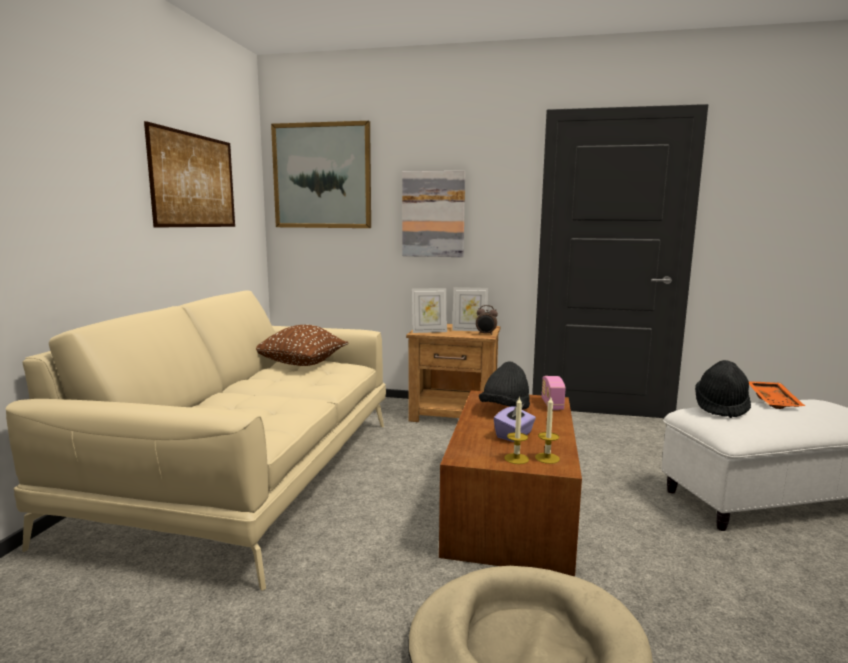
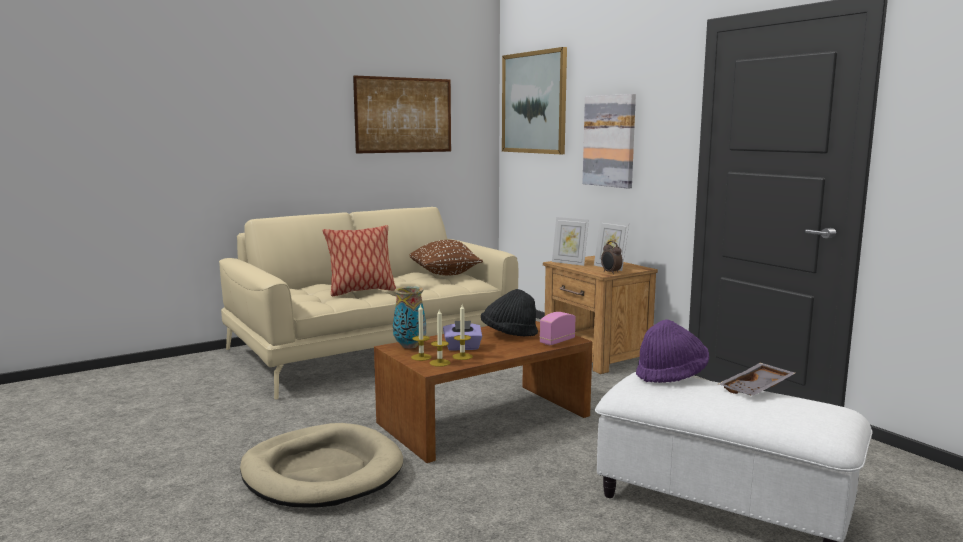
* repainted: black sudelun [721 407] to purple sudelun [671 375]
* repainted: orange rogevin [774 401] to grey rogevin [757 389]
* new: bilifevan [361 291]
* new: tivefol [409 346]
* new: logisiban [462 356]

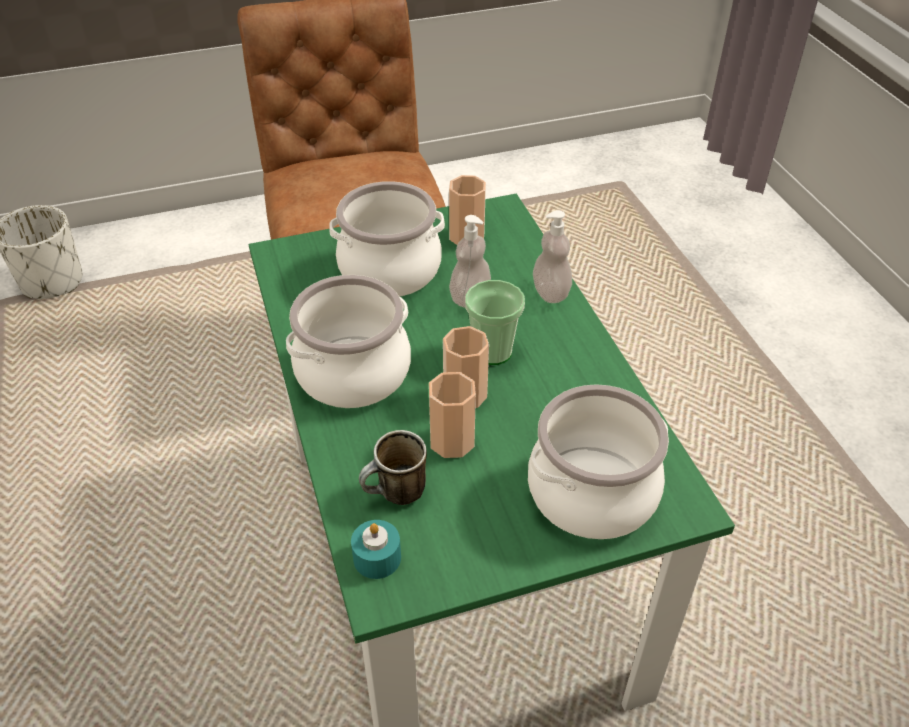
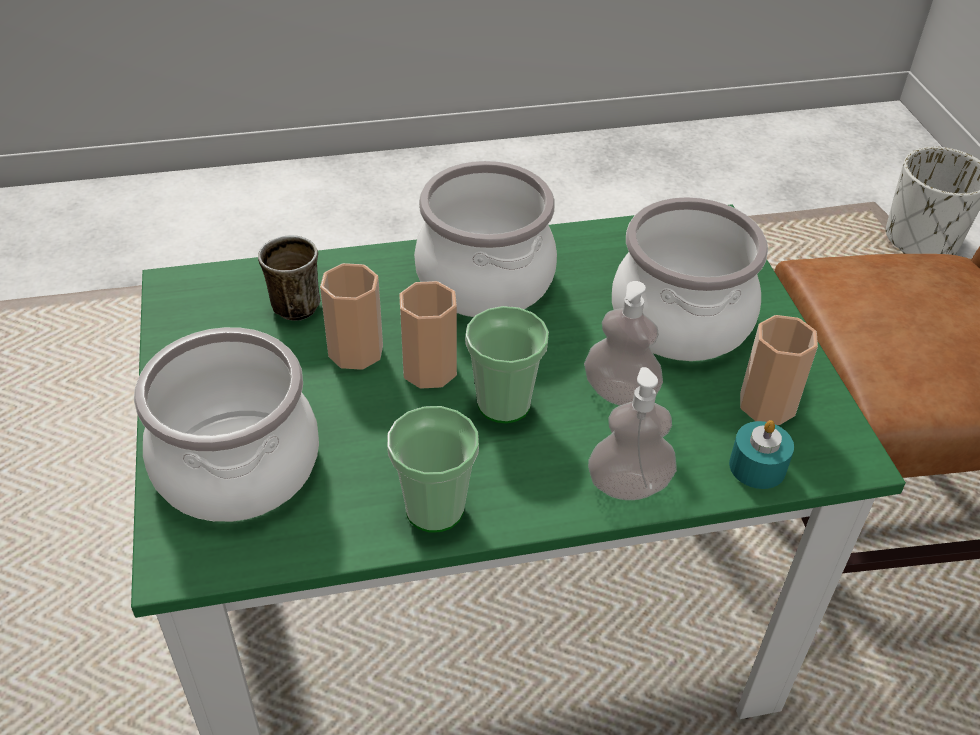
* shifted: turquoise logisiban [377 558] to [757 467]
* new: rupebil [434 509]

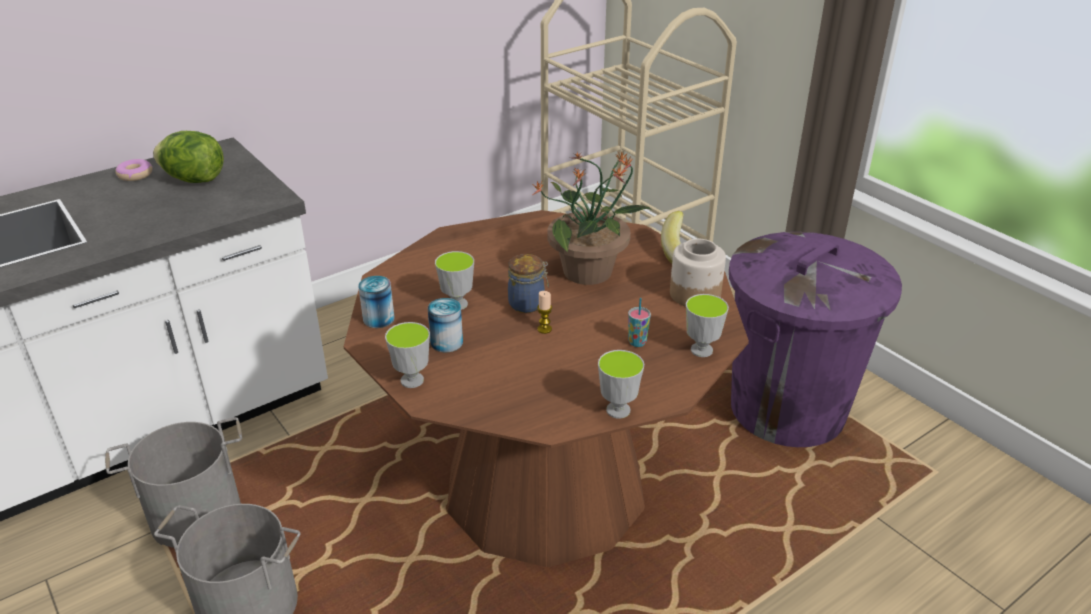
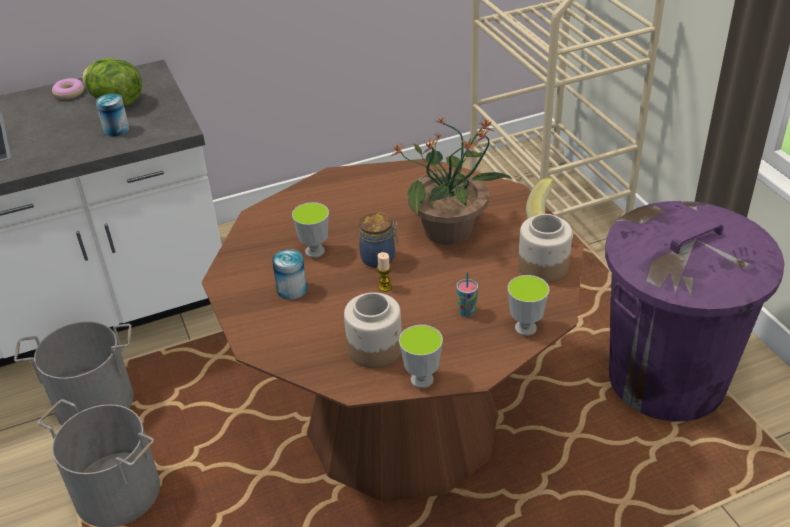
* shifted: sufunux [378 319] to [116 129]
* gone: rupebil [412 380]
* new: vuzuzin [375 349]

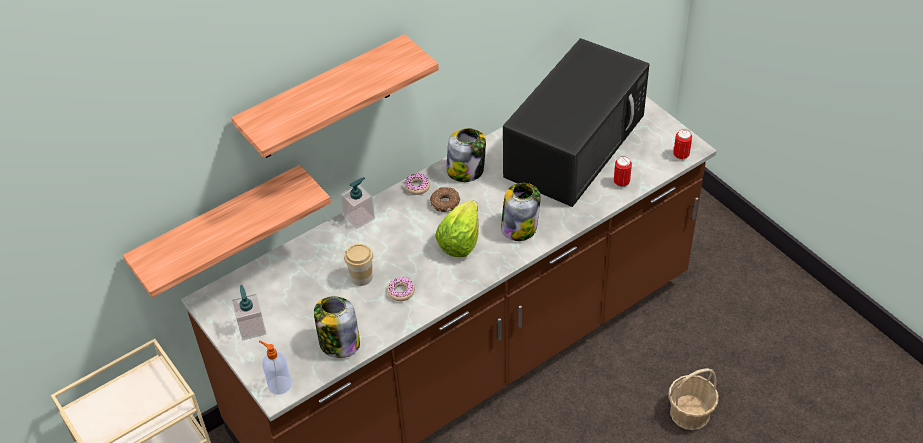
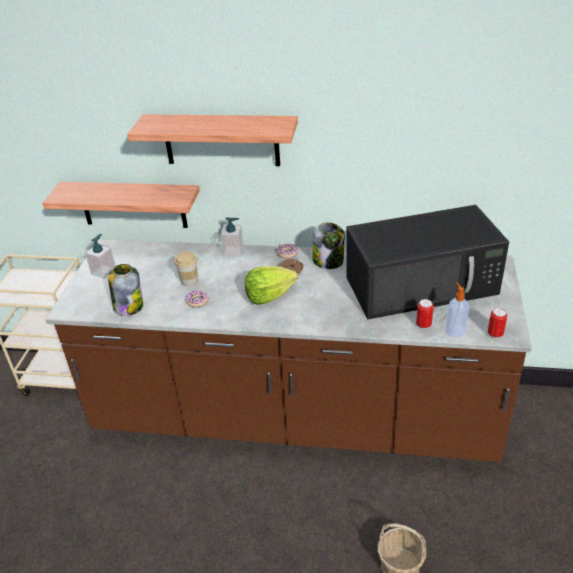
* gone: vuzuzin [519 227]
* shifted: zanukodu [279 384] to [455 330]

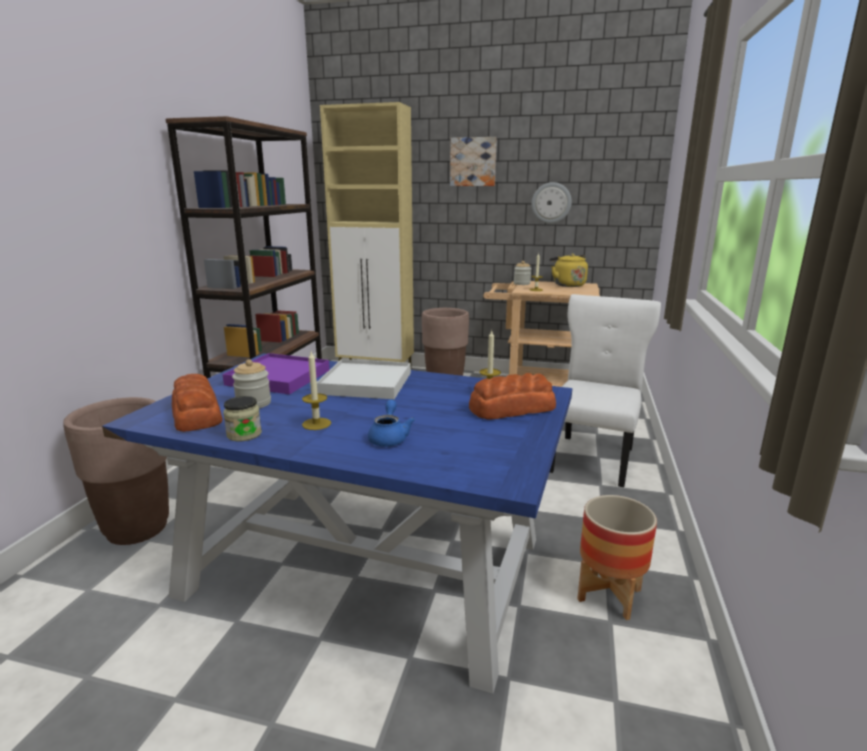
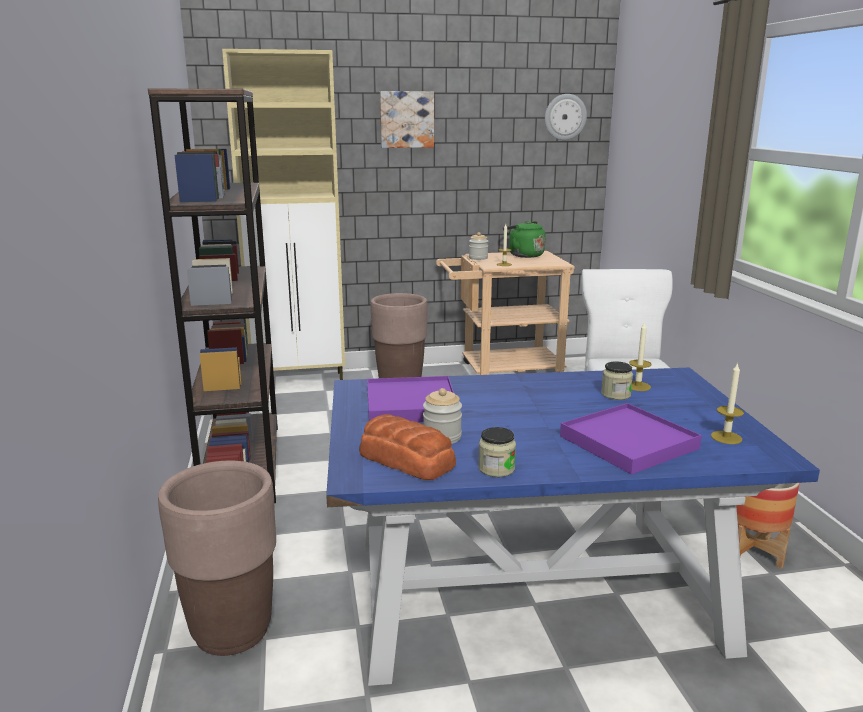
* shifted: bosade [551 203] to [565 117]
* repainted: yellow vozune [567 285] to green vozune [523 255]
* shifted: logisiban [316 424] to [726 437]
* gone: white rogevin [365 383]
* gone: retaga [510 408]
* swapped: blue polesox [389 437] to purple rogevin [628 442]
* new: vuzuzin [616 394]

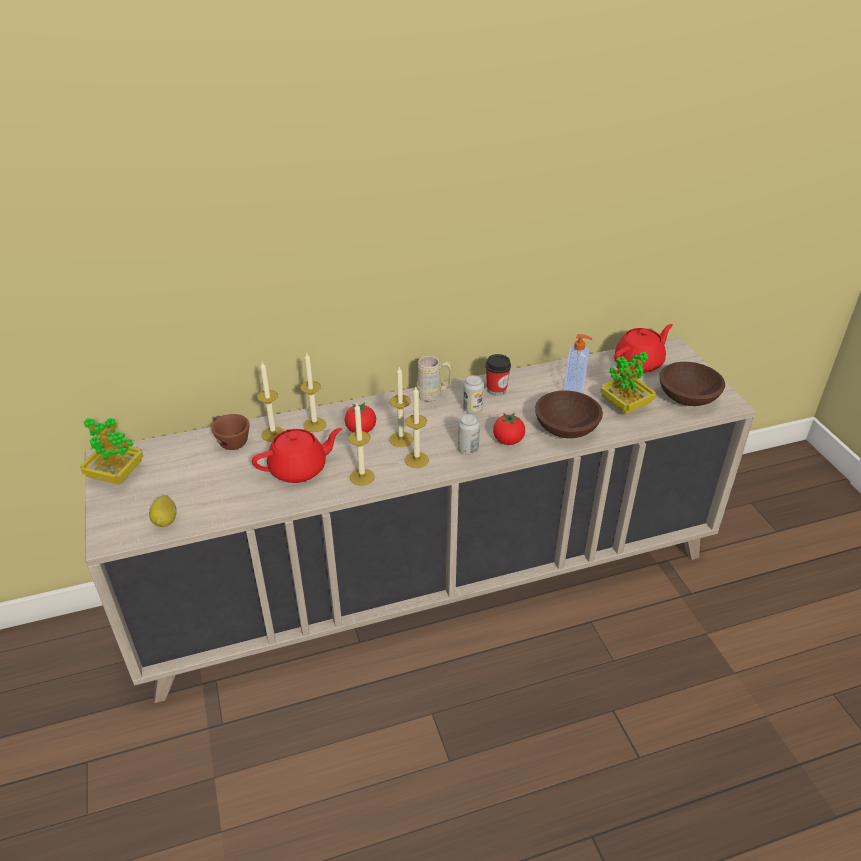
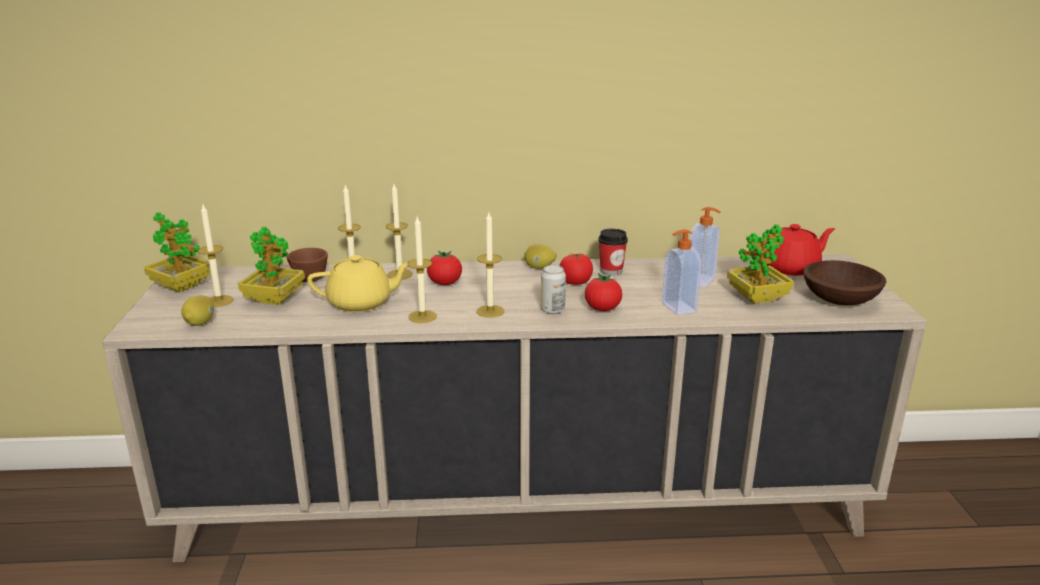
* swapped: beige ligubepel [434 395] to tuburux [539 268]
* shifted: logisiban [401 439] to [219 301]
* swapped: sufunux [472 409] to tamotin [575 282]
* swapped: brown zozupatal [567 428] to zanukodu [677 307]
* repainted: red polesox [299 469] to yellow polesox [361 303]
* new: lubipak [274 299]

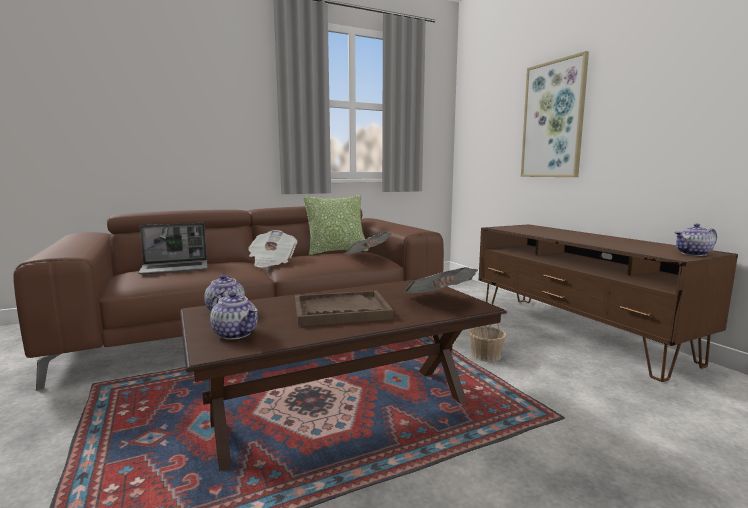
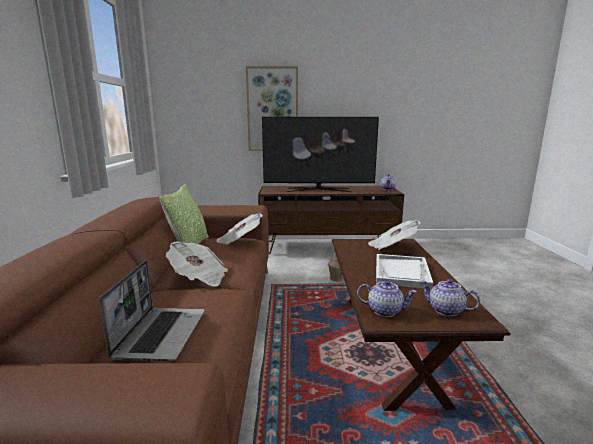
* repainted: brown rogevin [341 311] to white rogevin [402 272]
* rotated: polesox [236 334] = [445 310] 120 degrees counterclockwise
* new: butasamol [318 190]

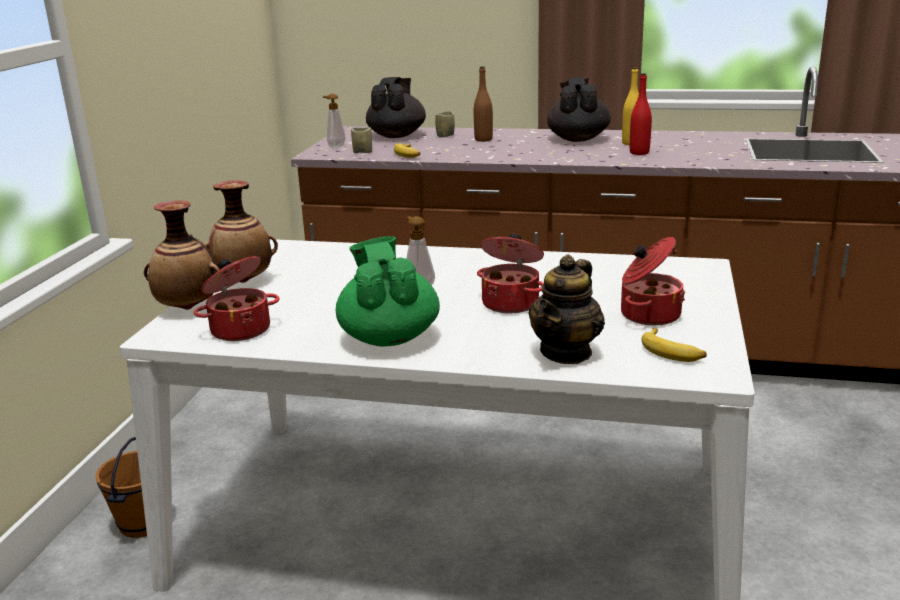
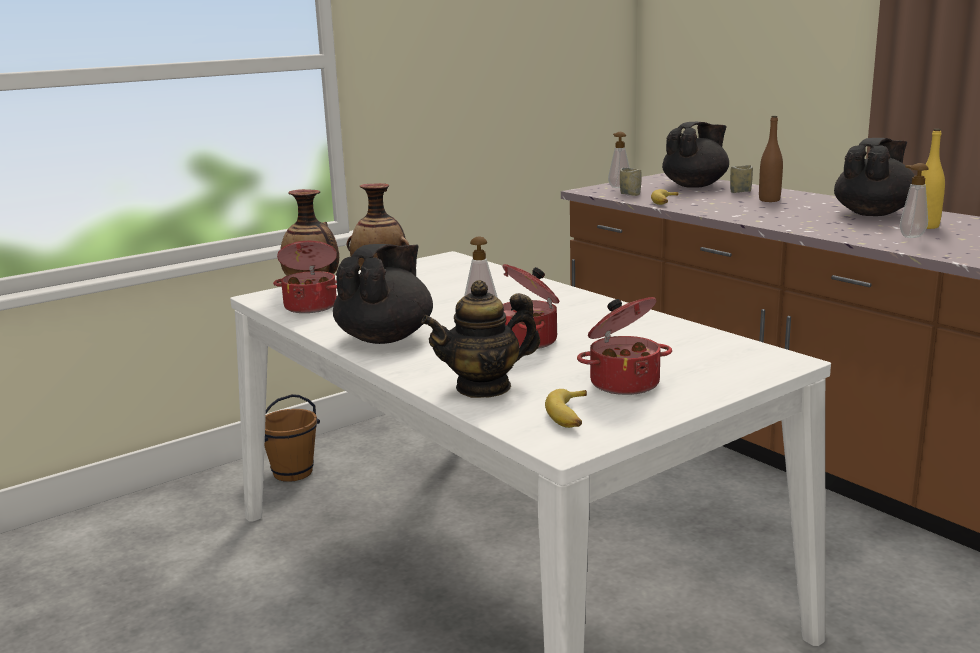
* swapped: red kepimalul [639 153] to zanukodu [910 236]
* repainted: green polesox [389 337] to black polesox [386 338]

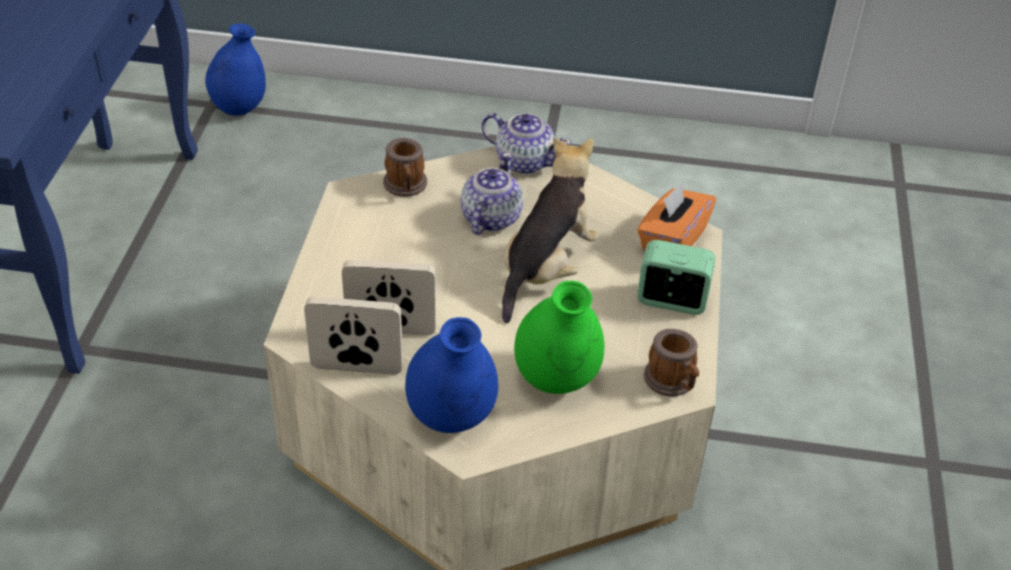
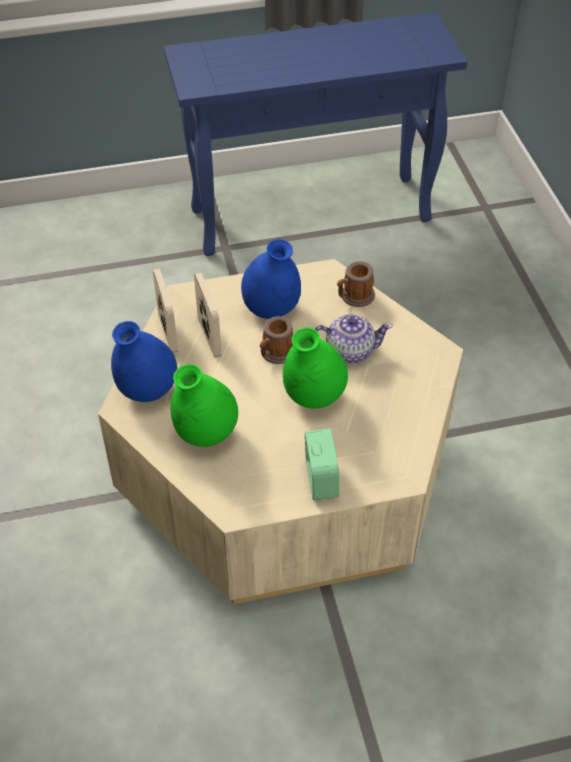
* shifted: blue tivefol [239 107] to [271 309]
* gone: polesox [524 161]
* swapped: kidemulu [546 268] to green tivefol [313 397]
* gone: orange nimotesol [672 240]
* shifted: ligubepel [673 382] to [275 354]

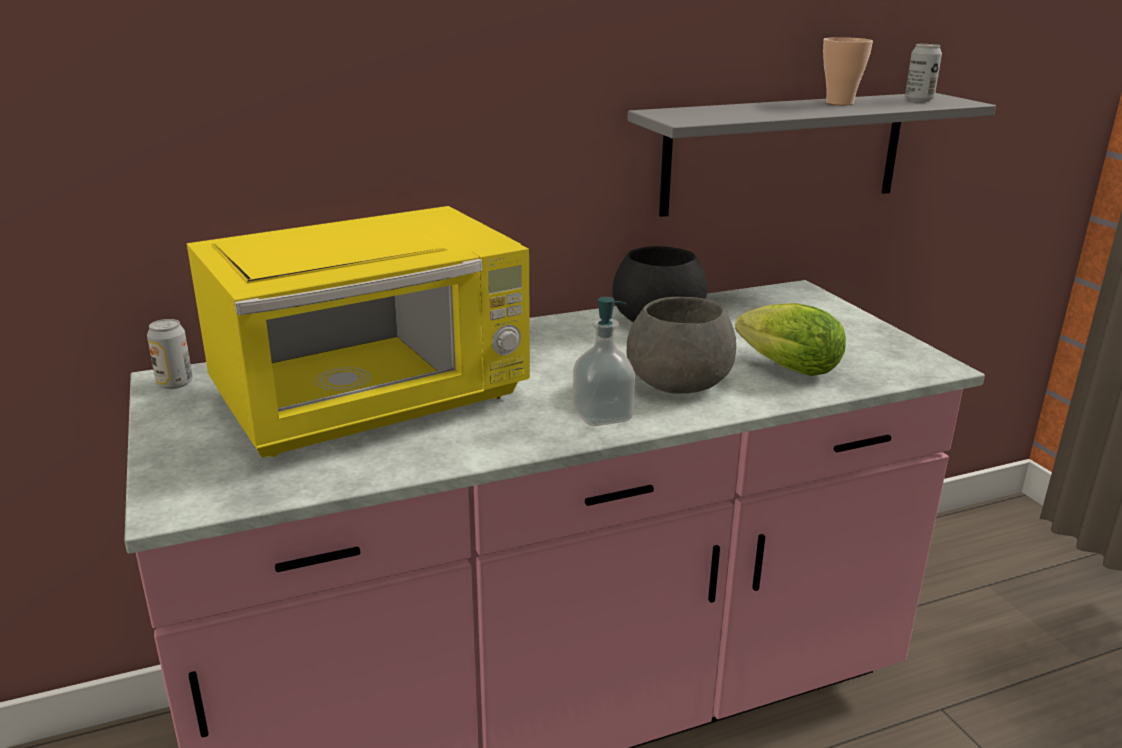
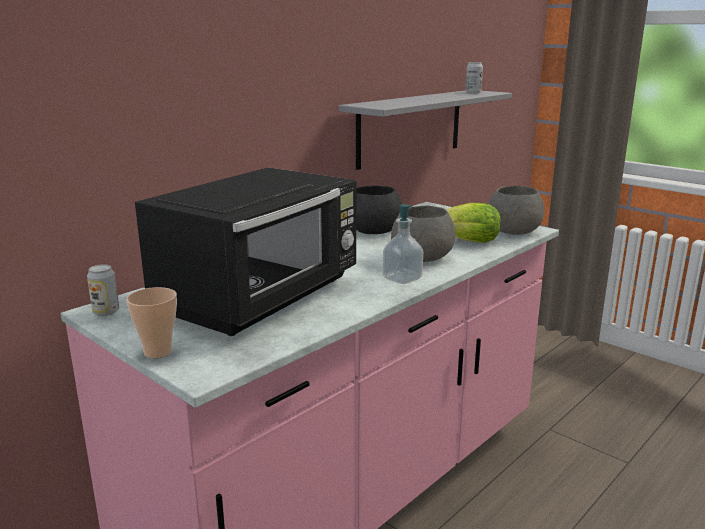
* shifted: rupebil [839 103] to [158 352]
* repainted: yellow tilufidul [375 403] to black tilufidul [262 297]
* new: grey zozupatal [514 230]

